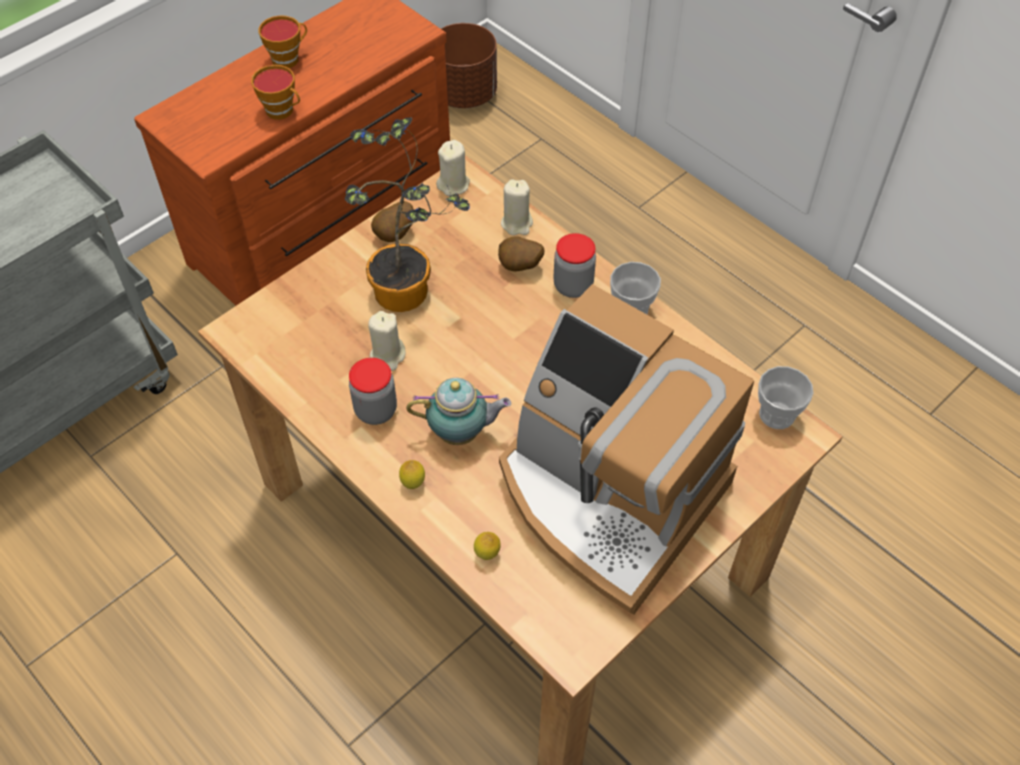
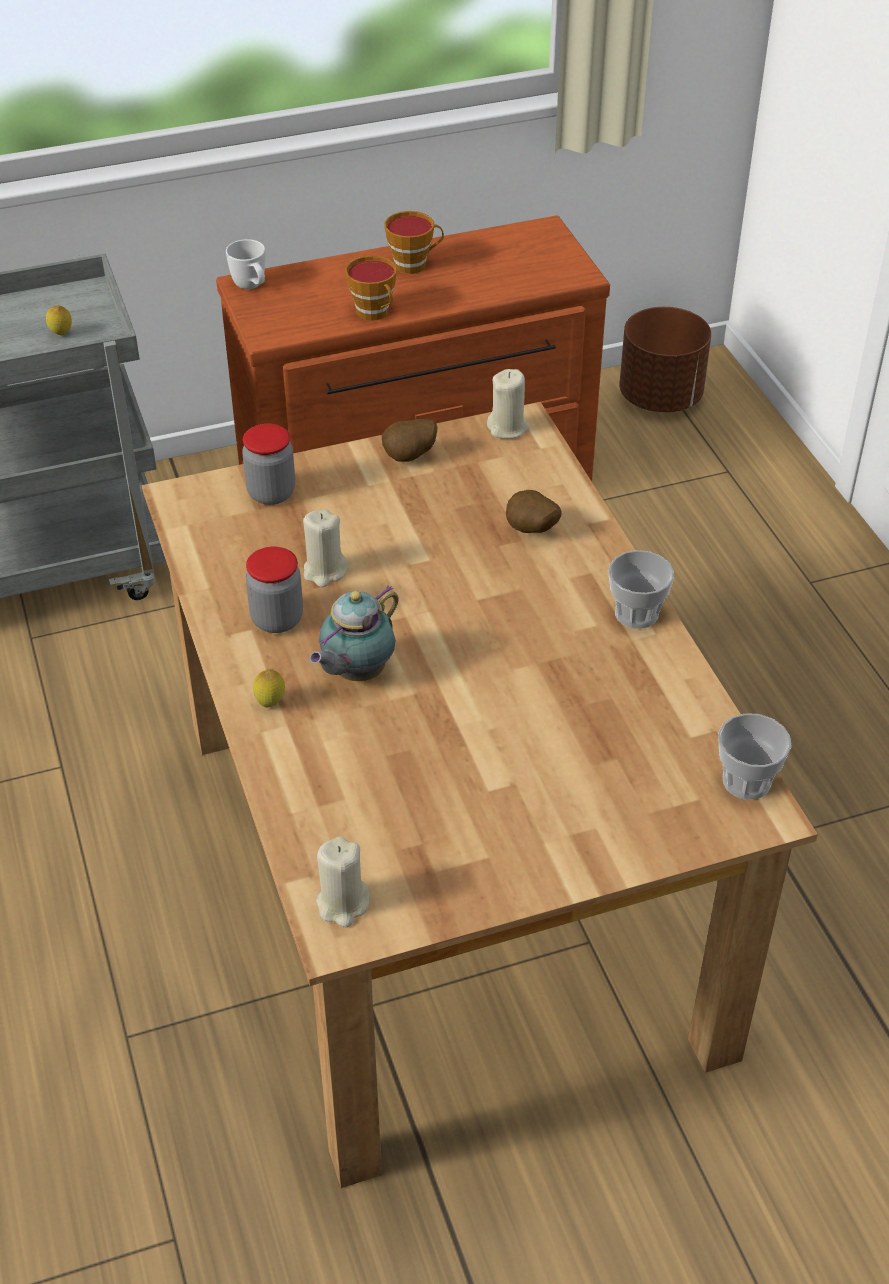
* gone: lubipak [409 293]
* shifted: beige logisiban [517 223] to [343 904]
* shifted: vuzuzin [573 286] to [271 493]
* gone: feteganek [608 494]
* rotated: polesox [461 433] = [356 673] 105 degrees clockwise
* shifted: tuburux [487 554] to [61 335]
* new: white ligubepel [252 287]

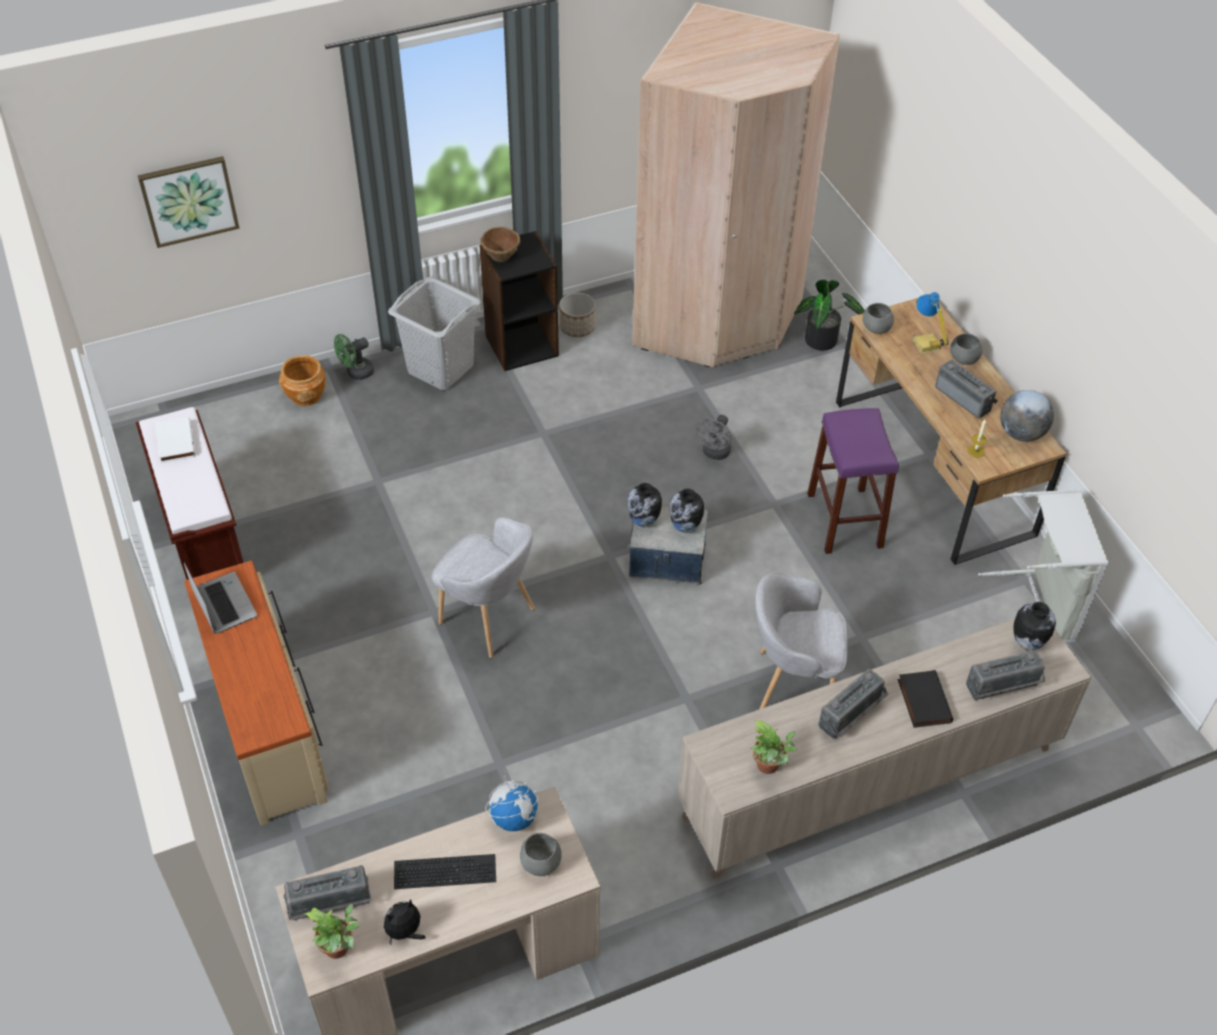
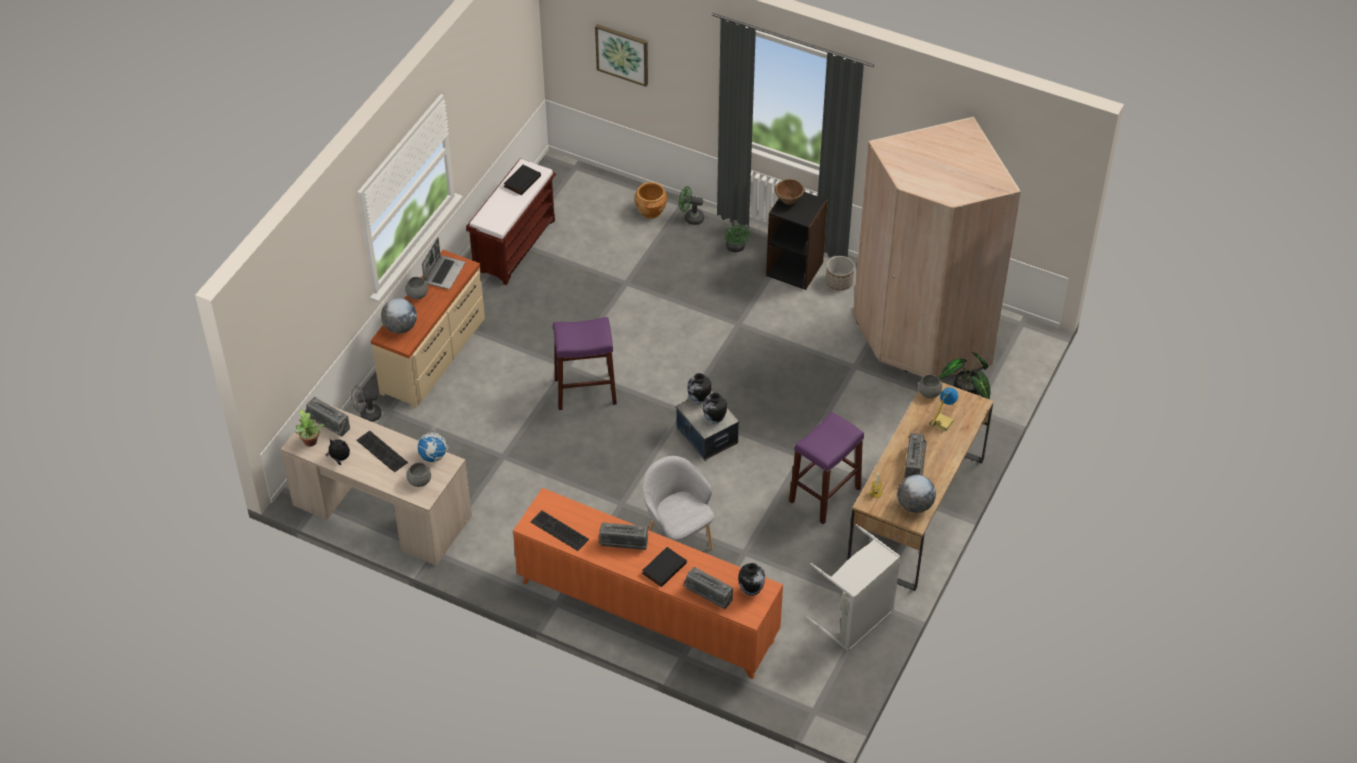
* swapped: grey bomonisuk [440 368] to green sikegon [736 248]
* shifted: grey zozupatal [963 359] to [417 295]
* shifted: grey sikegon [714 453] to [367 415]
* repainted: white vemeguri [174 442] to black vemeguri [521 181]
* swapped: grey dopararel [488 619] to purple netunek [585 391]
* repainted: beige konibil [869 783] to orange konibil [647 612]
* swapped: lubipak [770 767] to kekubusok [558 531]
* new: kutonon [400 327]

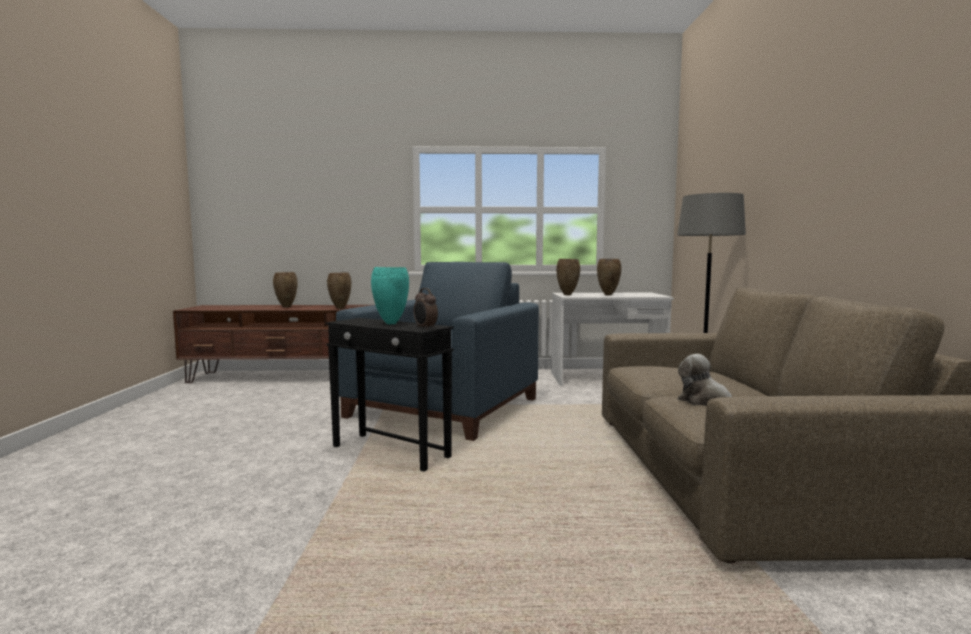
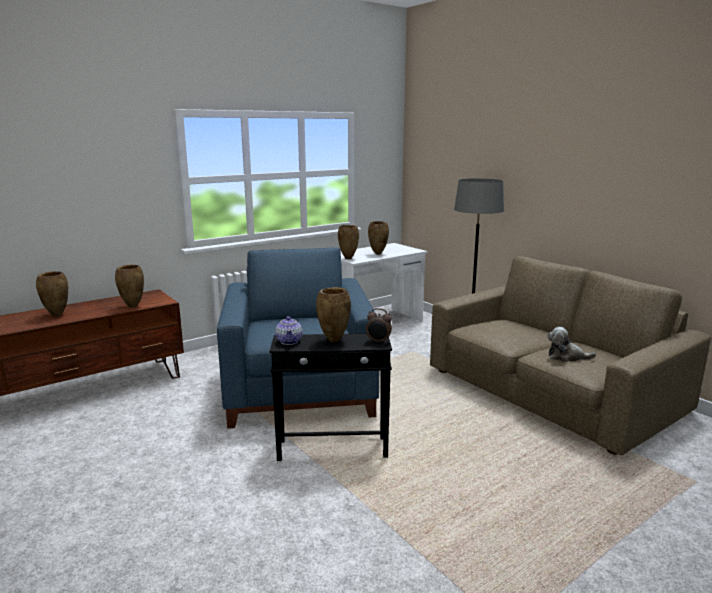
* repainted: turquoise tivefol [391 323] to brown tivefol [333 340]
* new: polesox [289 341]

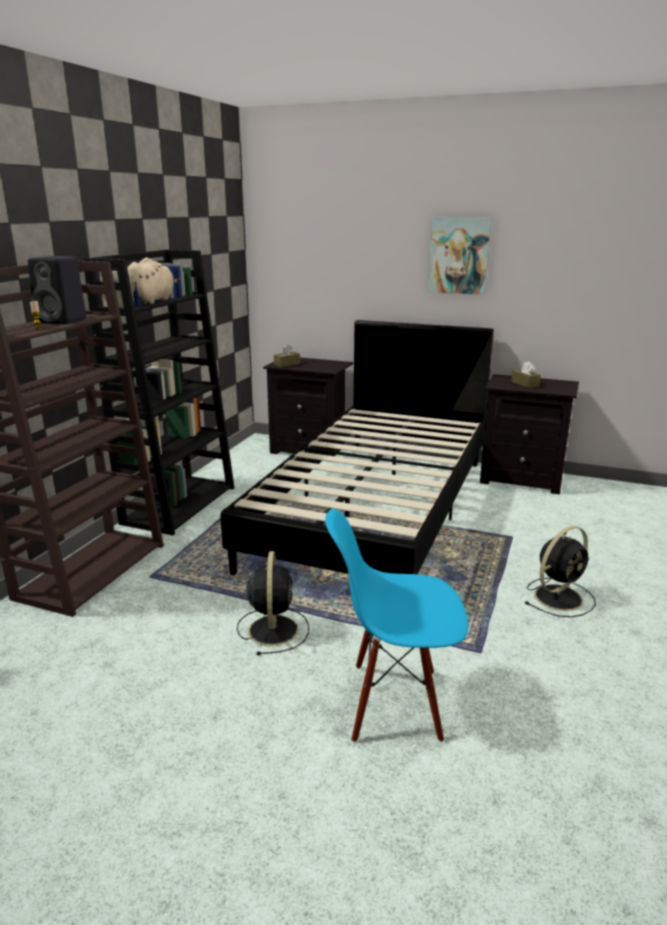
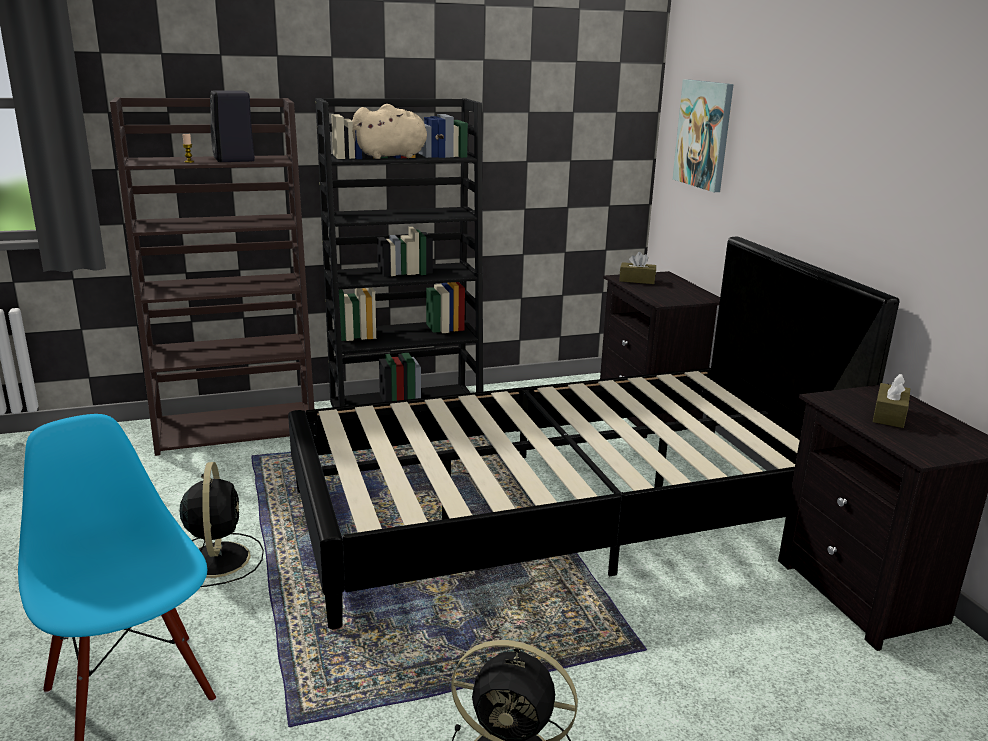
* shifted: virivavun [459 255] to [704 134]
* rotated: black sikegon [273 629] = [218 558] 60 degrees counterclockwise

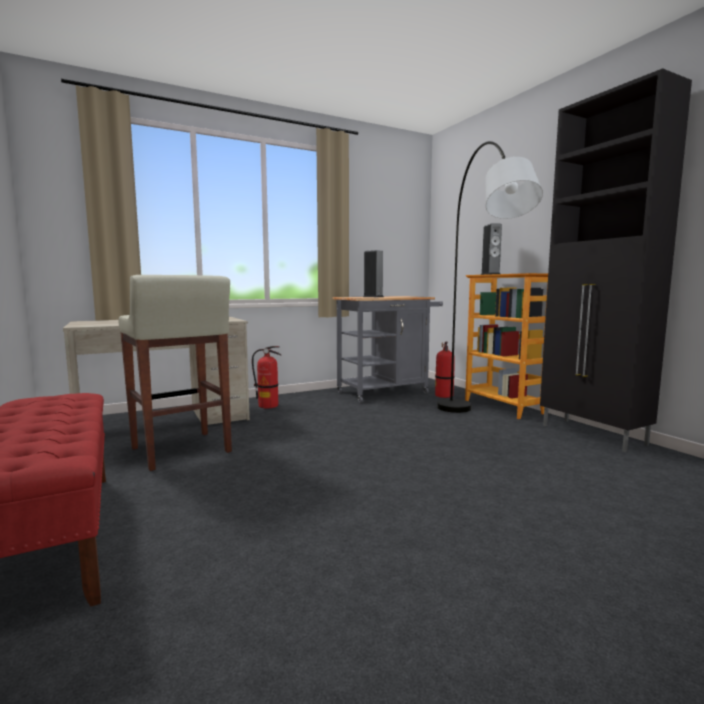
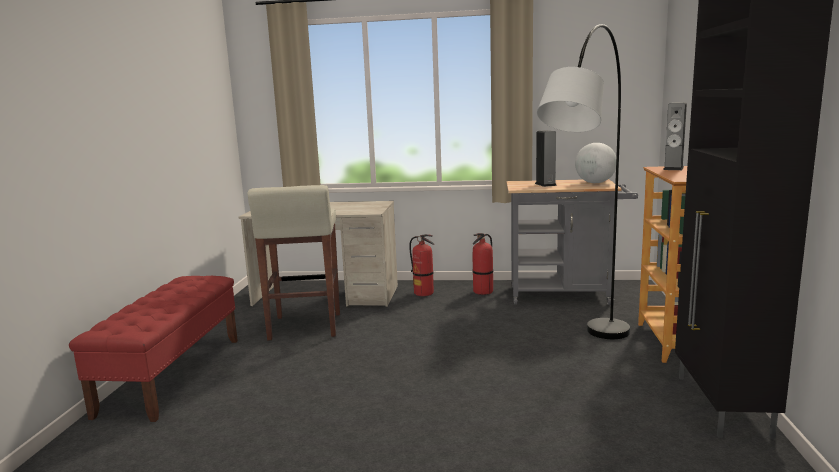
* shifted: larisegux [444 396] to [483 292]
* new: kutonon [595 183]

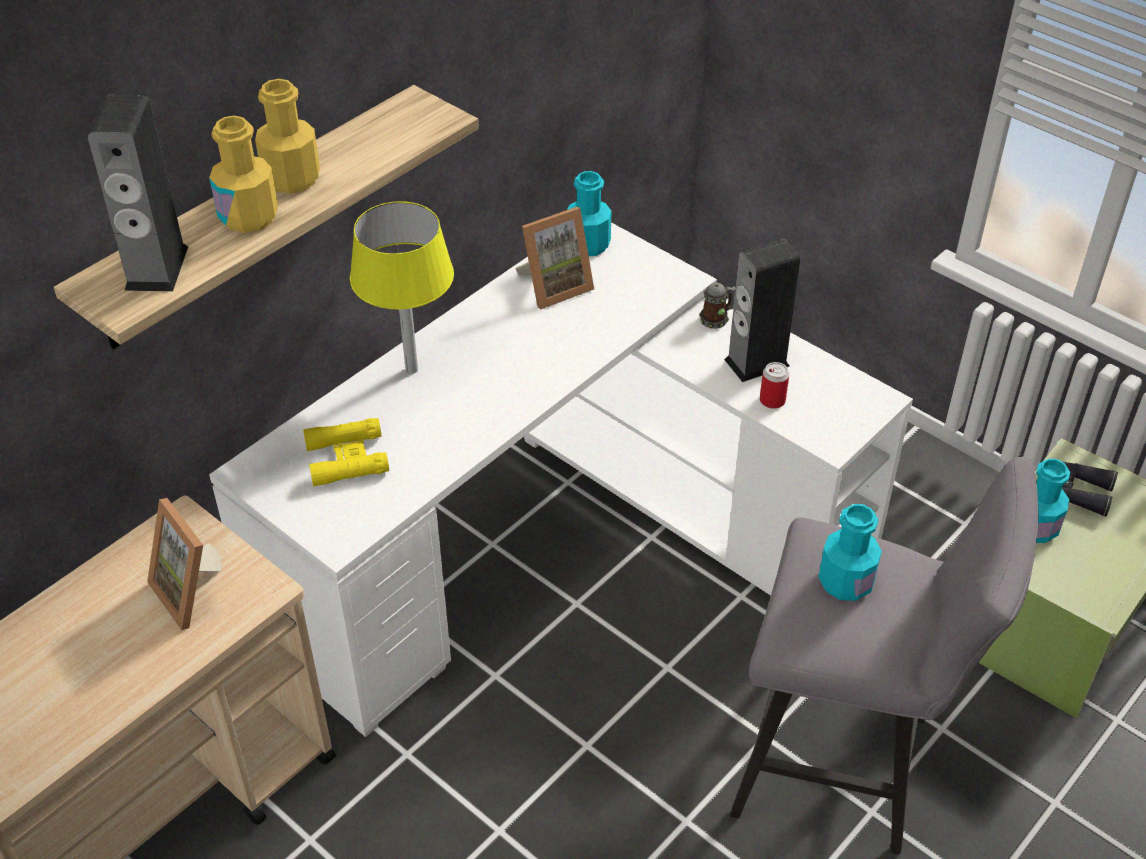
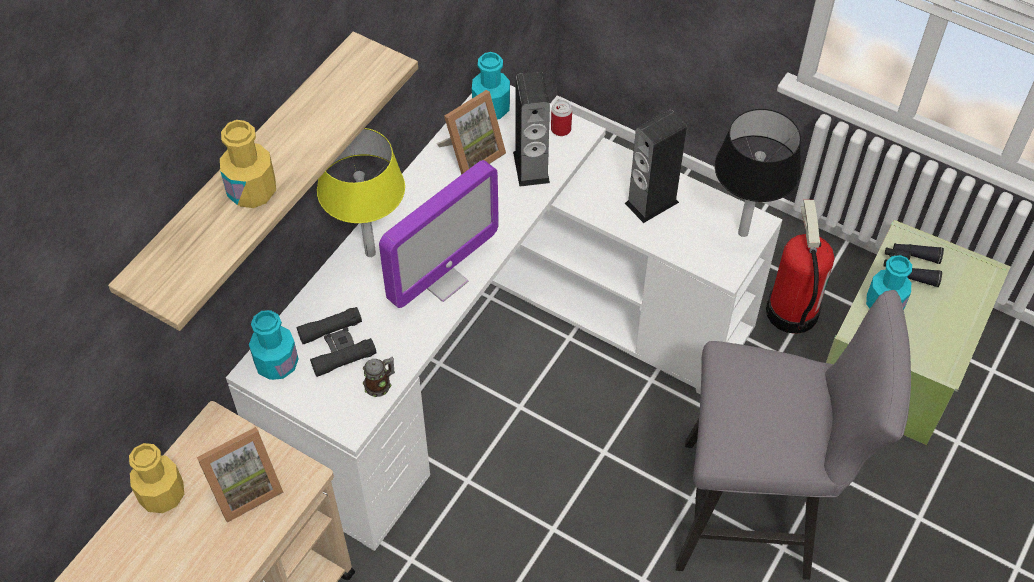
* shifted: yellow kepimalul [292 179] to [162 494]
* shifted: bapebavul [157 268] to [531 167]
* shifted: ligubepel [717 319] to [380 384]
* shifted: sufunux [772 400] to [561 129]
* repainted: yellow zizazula [347 458] to black zizazula [337 346]
* rotated: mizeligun [193 591] = [244 488] 75 degrees counterclockwise
* shifted: turquoise kepimalul [845 582] to [277 364]
* new: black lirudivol [742 232]
* new: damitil [442 280]
* new: larisegux [791 311]

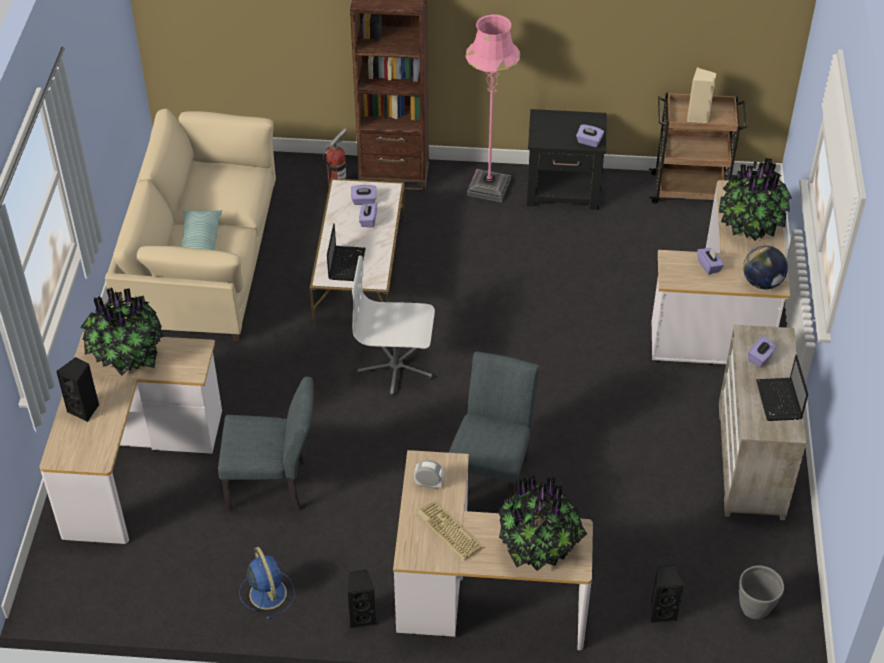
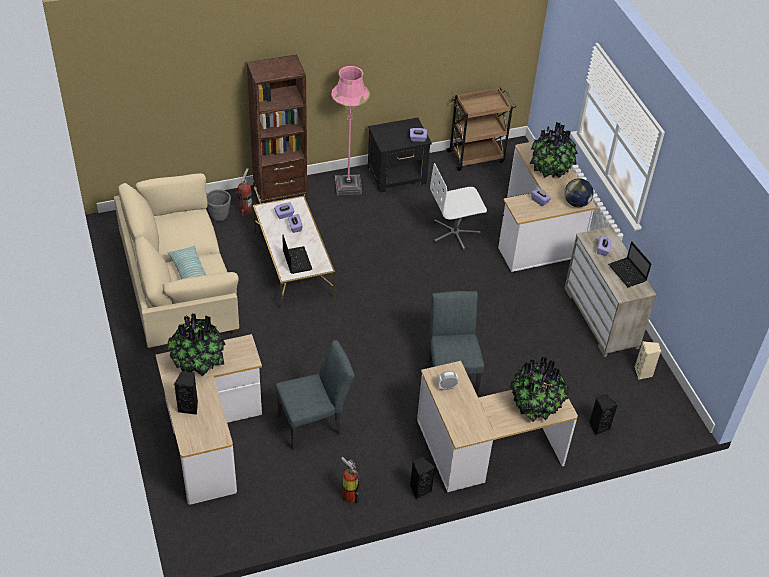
* shifted: beige bapebavul [698 117] to [643 373]
* shifted: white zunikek [396 368] to [455 233]
* gone: kekubusok [448 531]
* swapped: blue sikegon [267 592] to larisegux [349 494]
* shifted: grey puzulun [755 609] to [219 217]

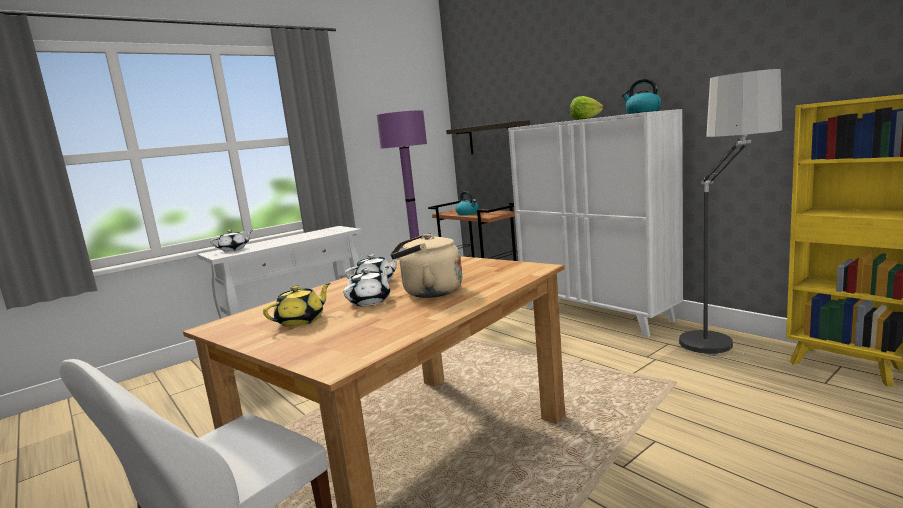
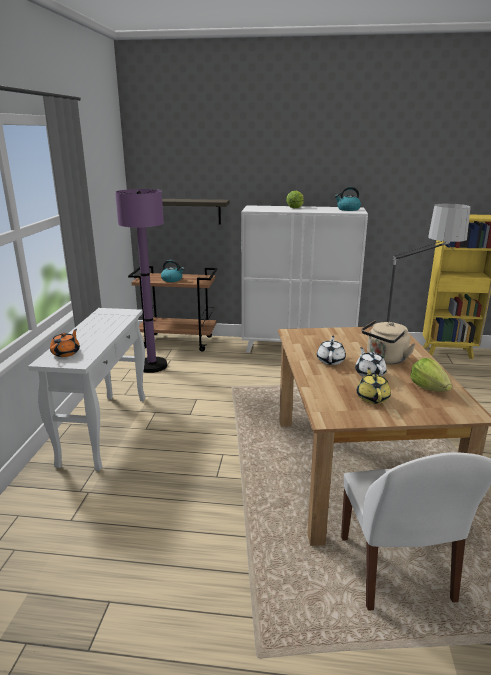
* repainted: white polesox [234 249] to orange polesox [66 353]
* new: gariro [429 388]

